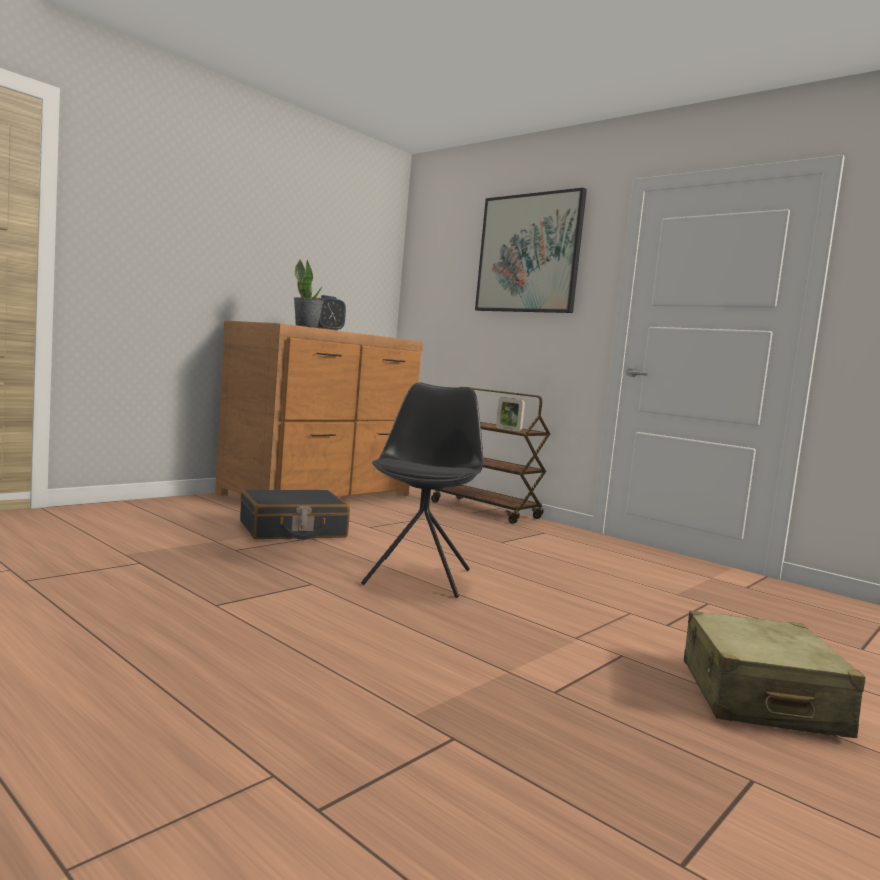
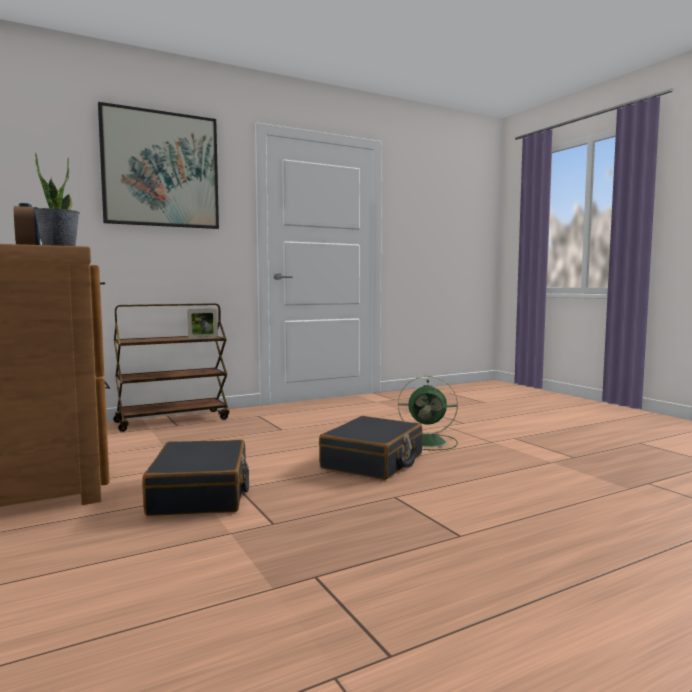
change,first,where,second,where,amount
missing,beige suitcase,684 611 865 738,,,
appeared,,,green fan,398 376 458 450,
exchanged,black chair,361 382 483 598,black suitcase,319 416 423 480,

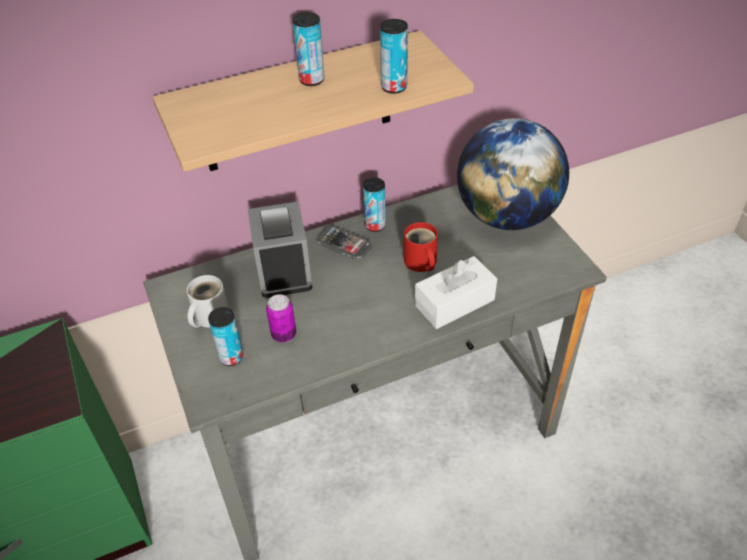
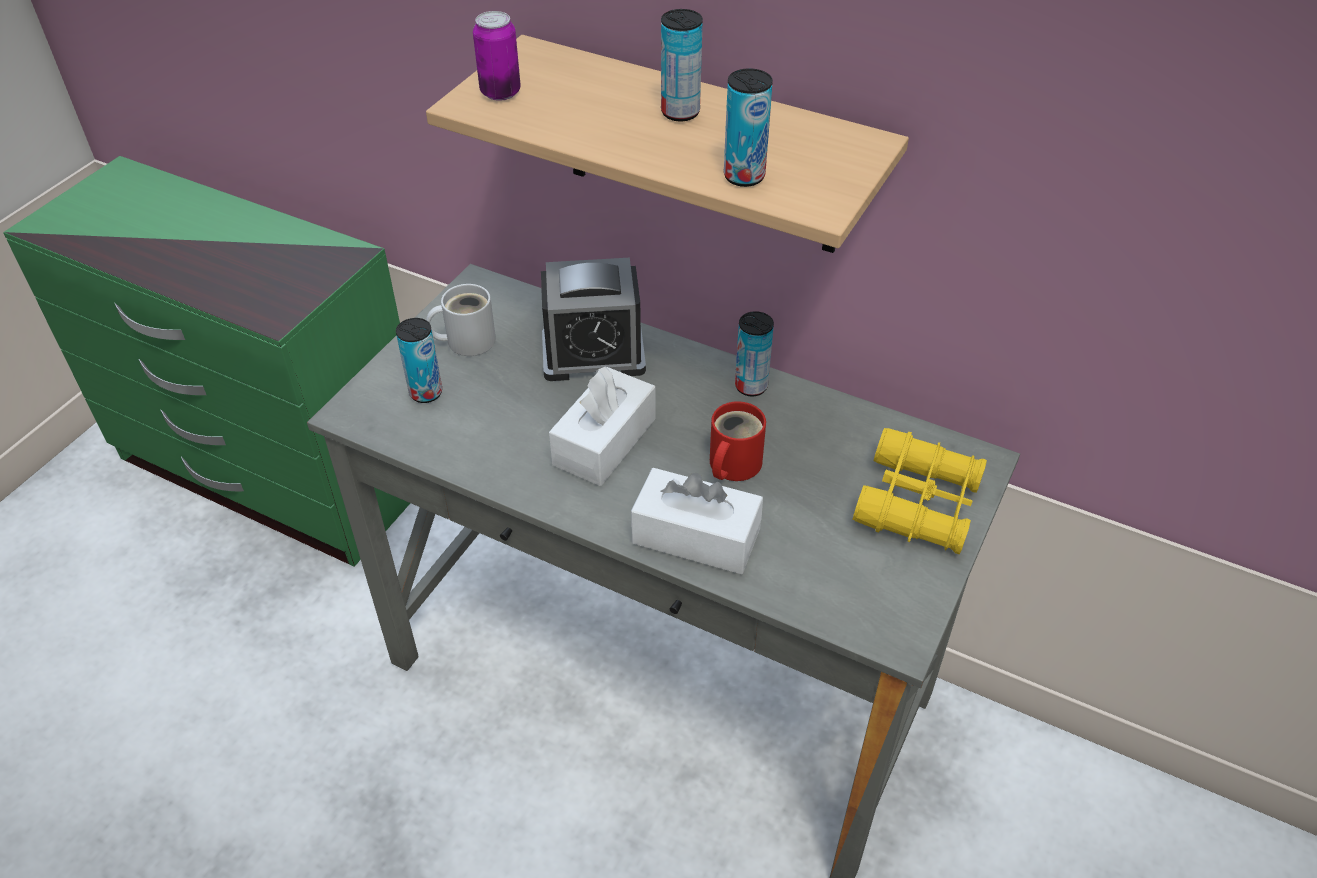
change,first,where,second,where,amount
missing,phone,317 226 372 260,,,
appeared,,,white tissue box,549 366 656 486,
relocated,can,266 295 296 342,,473 11 521 101,
exchanged,globe,457 118 569 230,yellow binoculars,852 428 987 554,
spun,alarm clock,248 202 312 298,,541 258 646 381,135 degrees counterclockwise

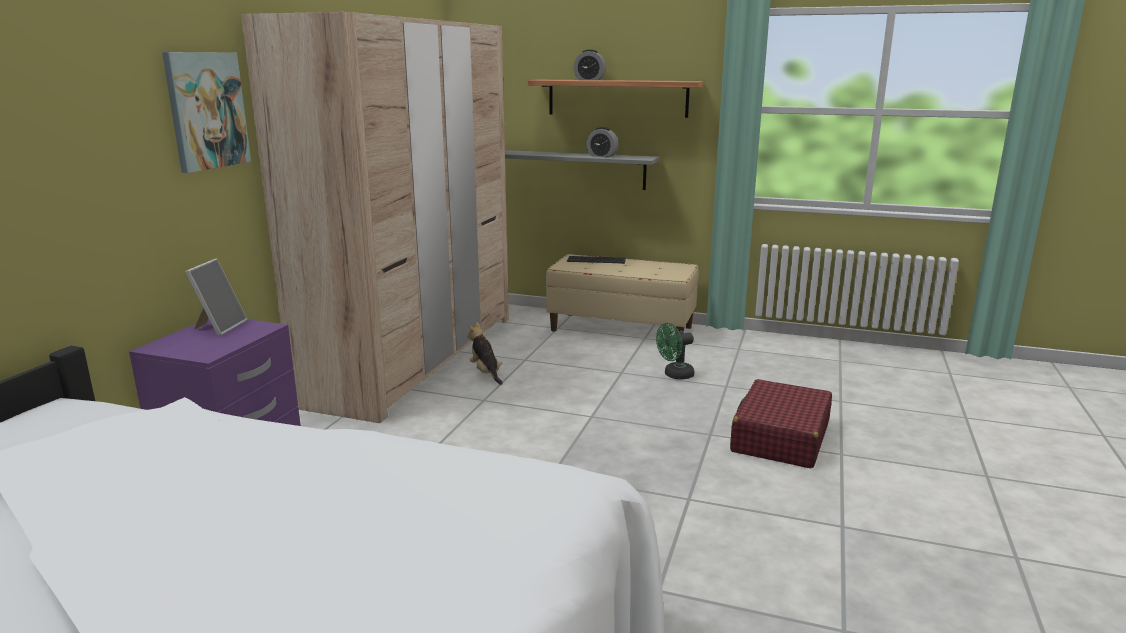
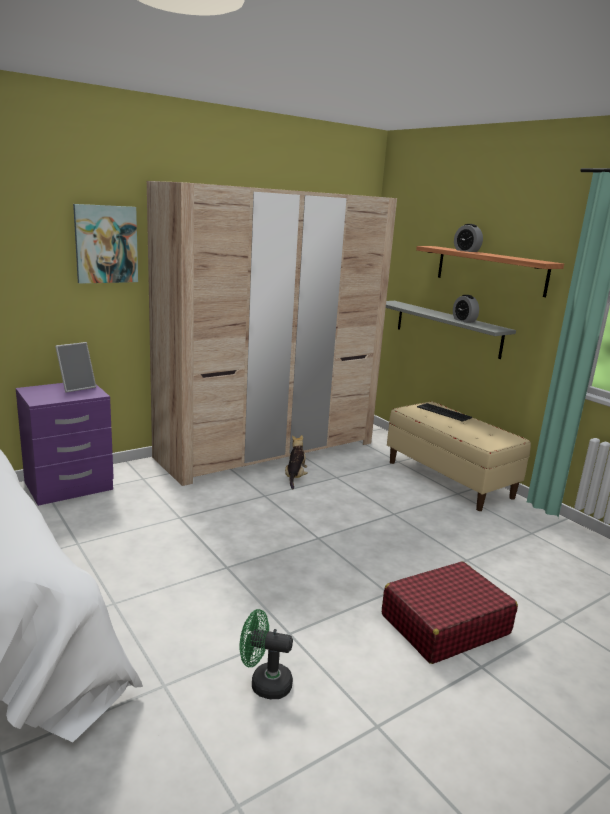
change,first,where,second,where,amount
relocated,green fan,656 323 695 380,,239 609 293 699,

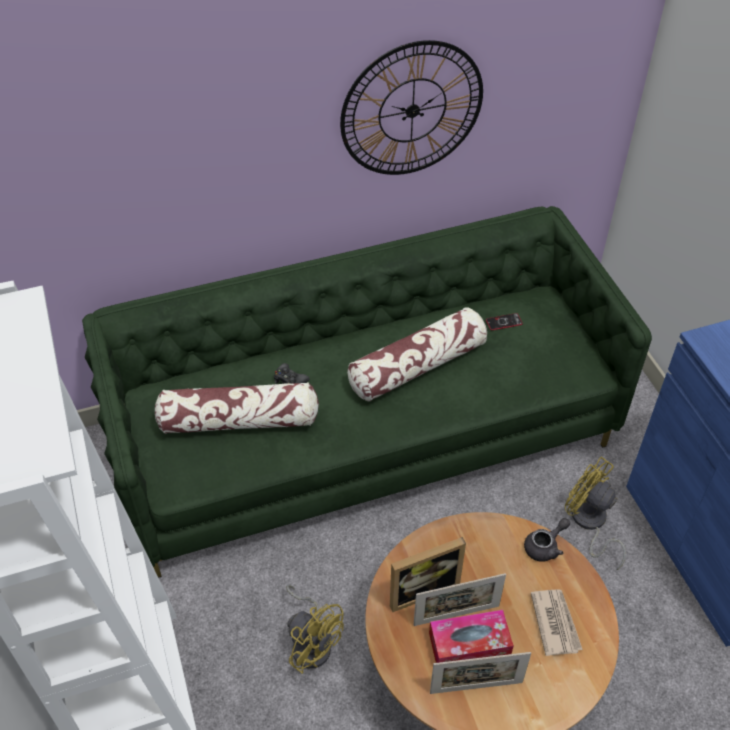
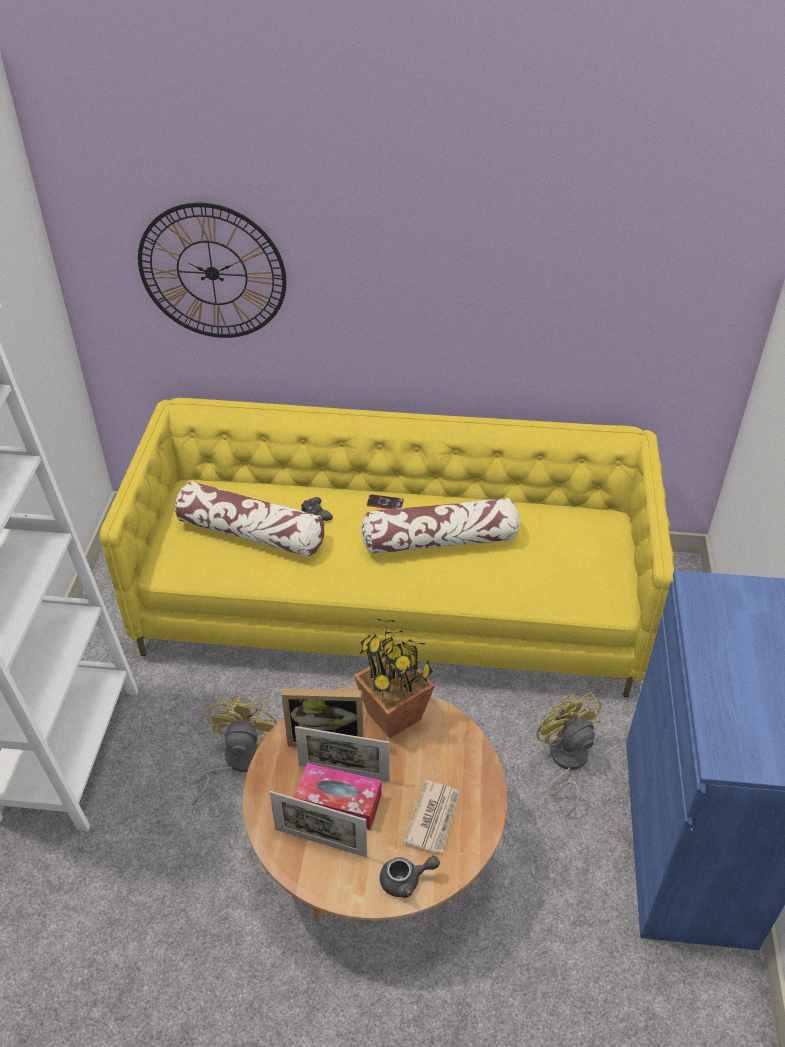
change,first,where,second,where,amount
appeared,,,potted plant,354 619 435 739,
relocated,wall clock,340 40 483 175,,138 203 286 338,
relocated,phone,486 313 523 330,,367 494 404 509,
relocated,grey teapot,524 518 570 562,,380 856 440 898,
colour,green sofa,82 206 652 578,yellow sofa,100 398 674 697,
spun,yellow fan,286 585 344 674,,192 695 277 806,150 degrees counterclockwise

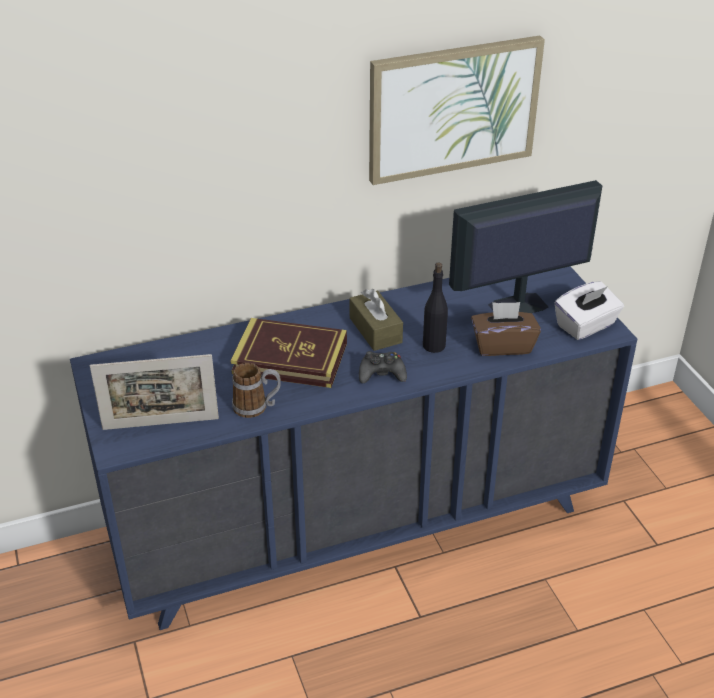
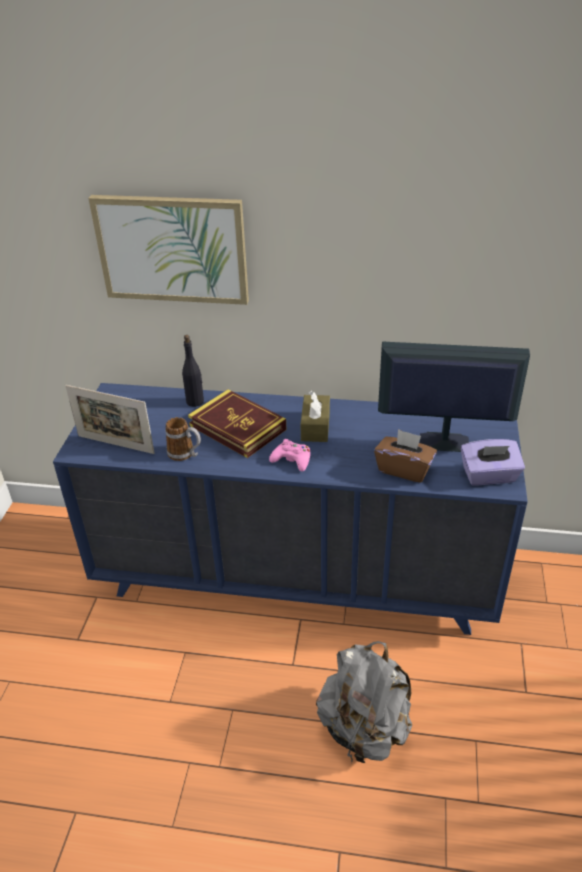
change,first,where,second,where,amount
appeared,,,grey backpack,316 641 412 763,
relocated,picture,369 36 545 185,,88 195 249 305,
relocated,black bottle,423 262 448 353,,182 335 204 407,
colour,black game controller,359 351 407 383,pink game controller,269 439 311 472,
colour,white tissue box,555 281 624 340,purple tissue box,461 439 525 485,

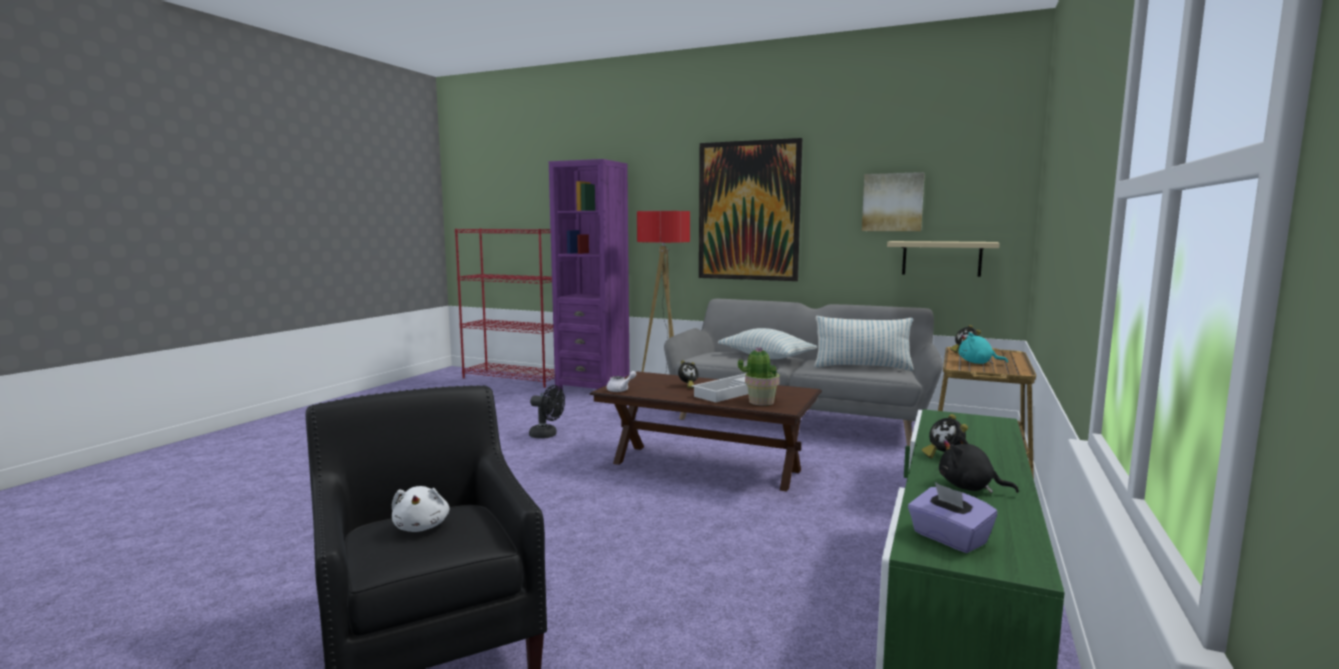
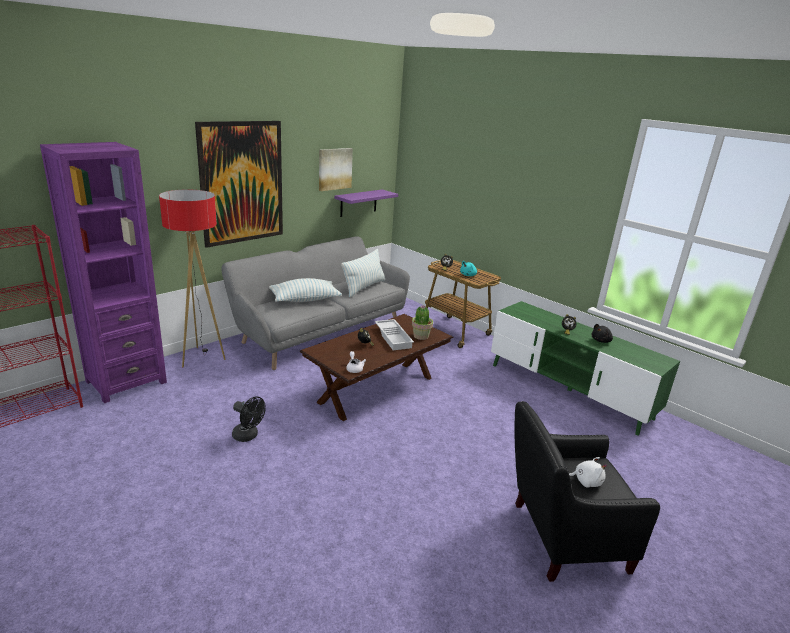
change,first,where,second,where,amount
missing,purple tissue box,908 482 998 553,,,
colour,beige shelf,887 241 1000 277,purple shelf,334 190 398 217,
spun,black fan,529 385 565 439,,232 397 266 442,75 degrees clockwise

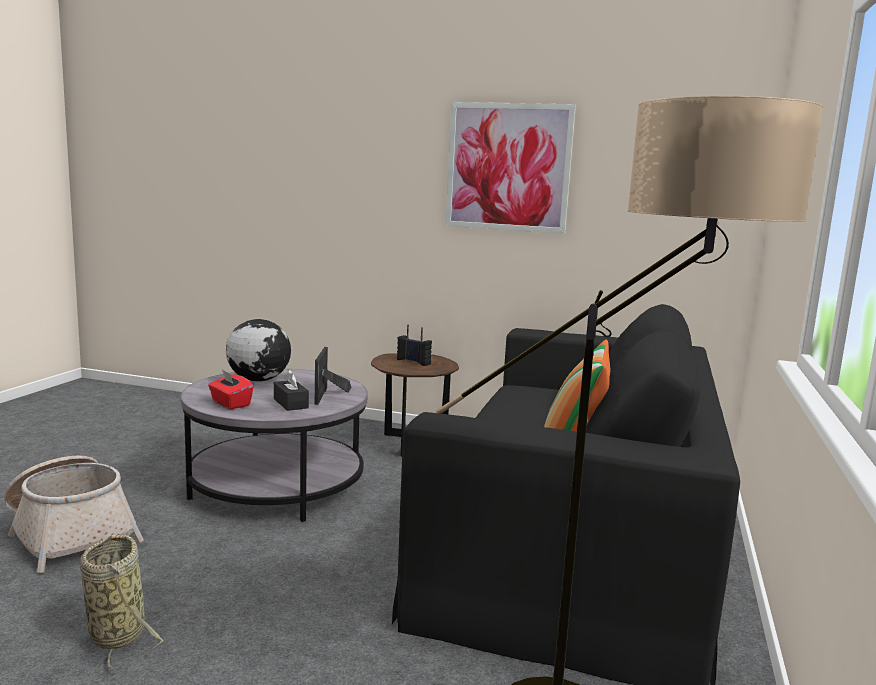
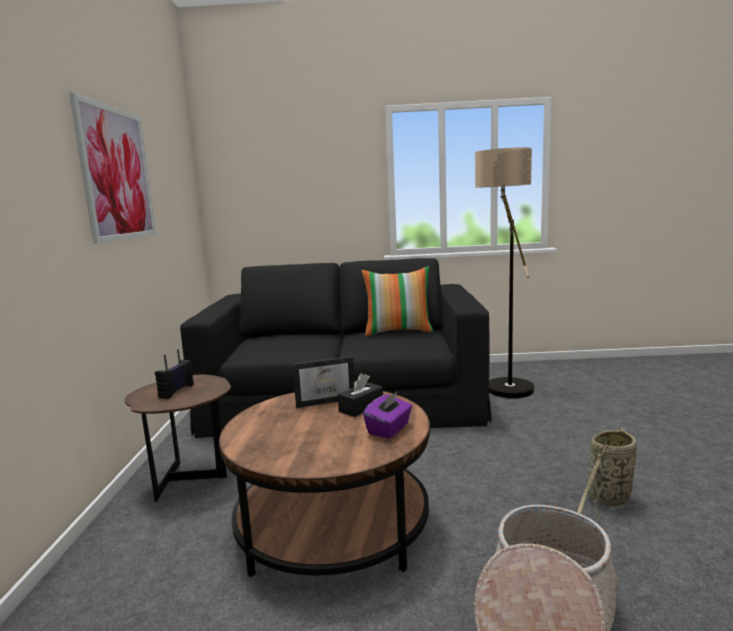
change,first,where,second,where,amount
missing,globe,226 319 291 381,,,
colour,grey coffee table,181 369 368 522,brown coffee table,219 391 430 577,
colour,red tissue box,208 369 254 409,purple tissue box,363 391 412 439,

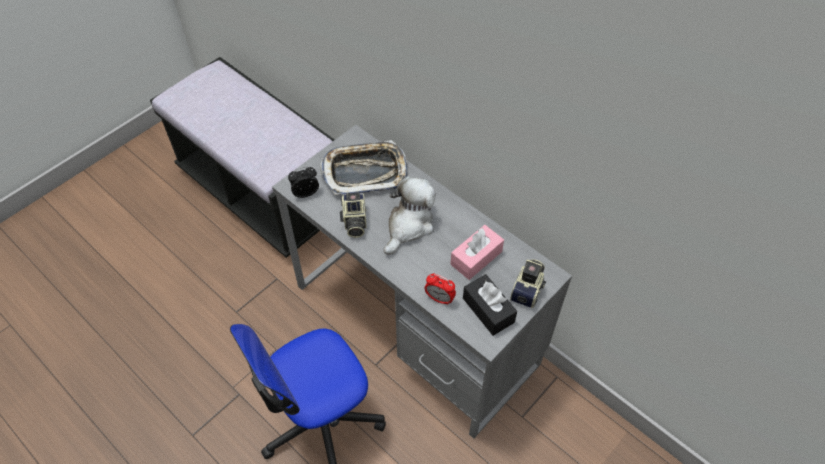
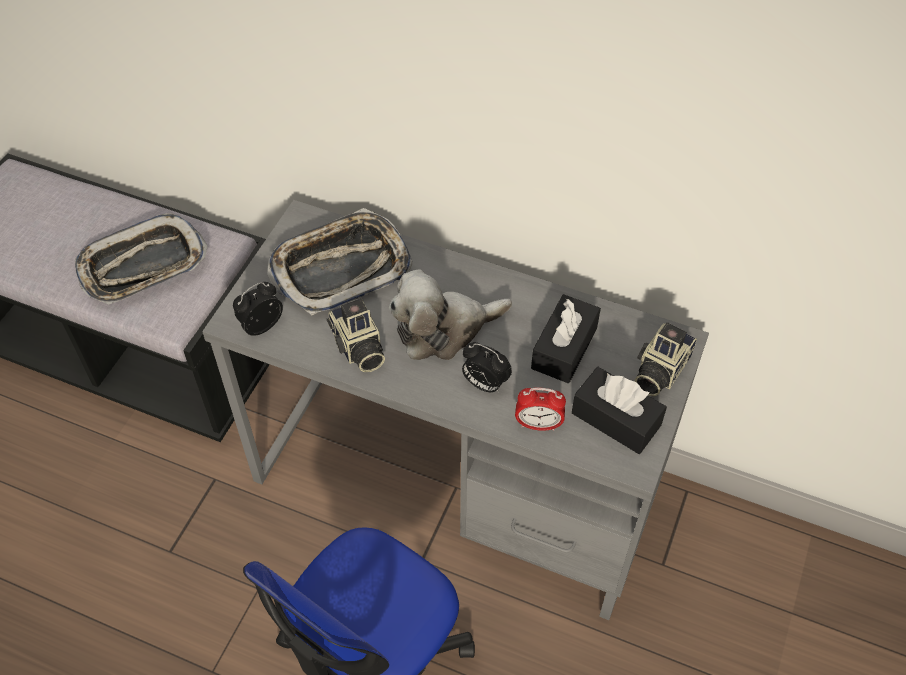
change,first,where,second,where,amount
appeared,,,tray,75 213 207 304,
appeared,,,alarm clock,462 342 512 393,
colour,pink tissue box,450 225 504 280,black tissue box,531 294 601 383,
spun,plush toy,384 176 436 255,,389 269 512 360,120 degrees counterclockwise
spun,photo camera,510 259 546 308,,635 322 697 396,150 degrees counterclockwise

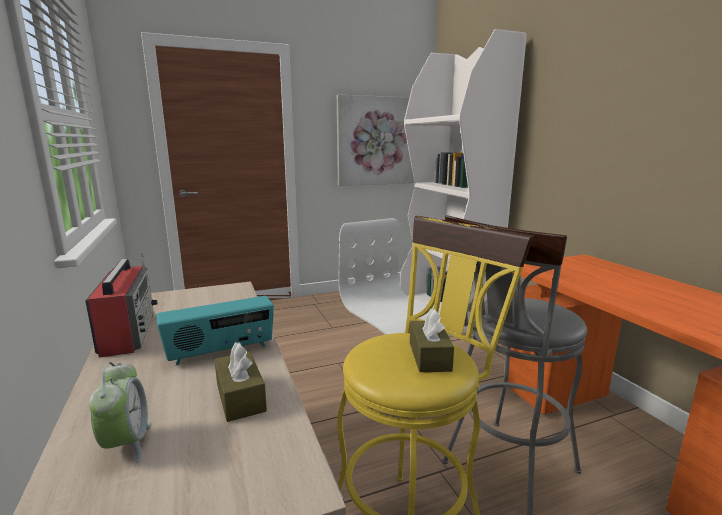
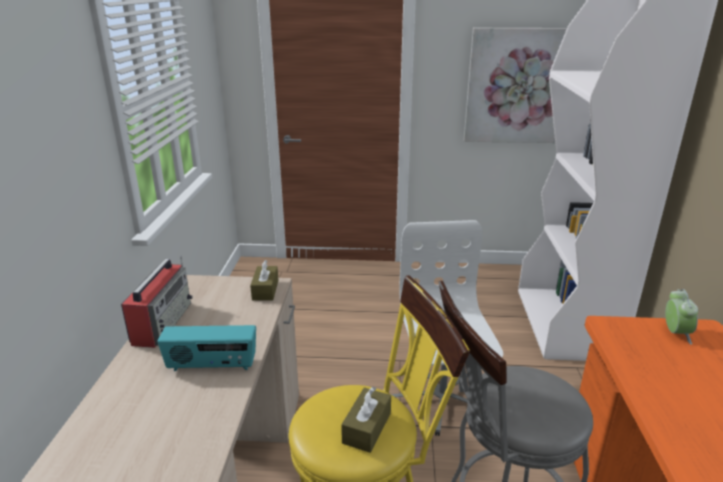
change,first,where,second,where,amount
relocated,alarm clock,89 362 152 463,,665 289 698 345,
relocated,brown tissue box,214 342 267 422,,250 260 278 301,

